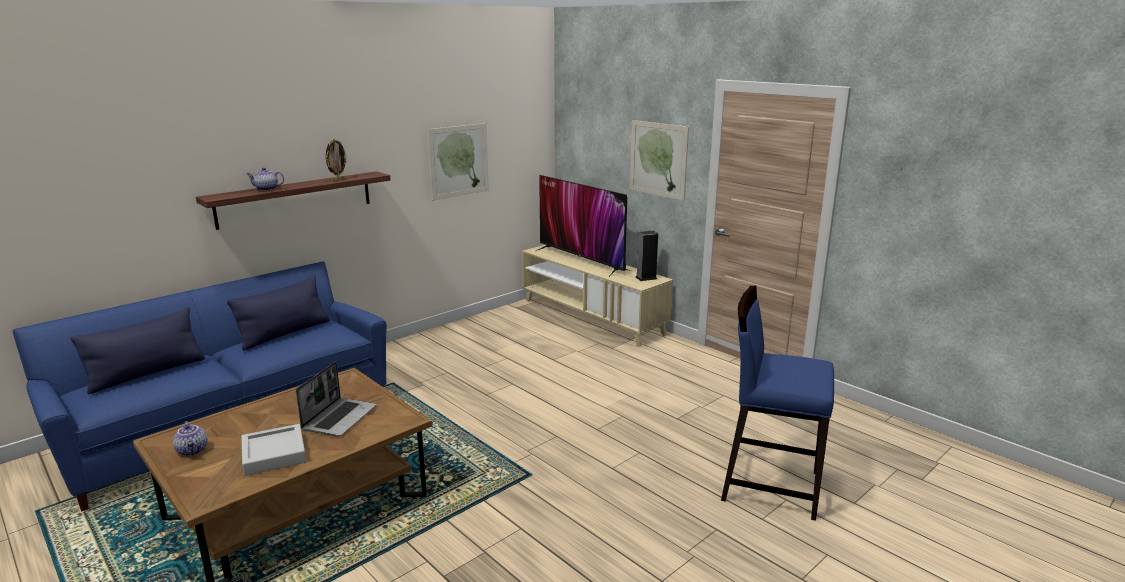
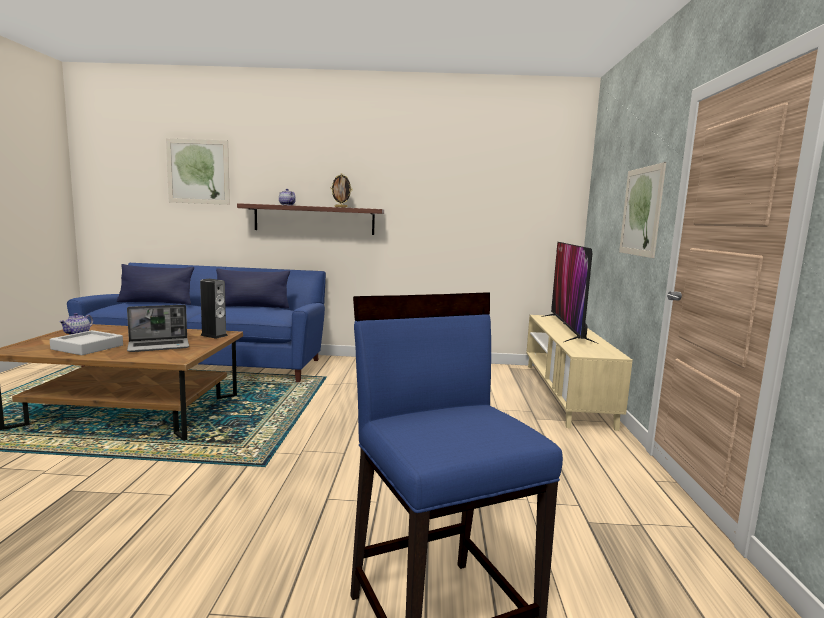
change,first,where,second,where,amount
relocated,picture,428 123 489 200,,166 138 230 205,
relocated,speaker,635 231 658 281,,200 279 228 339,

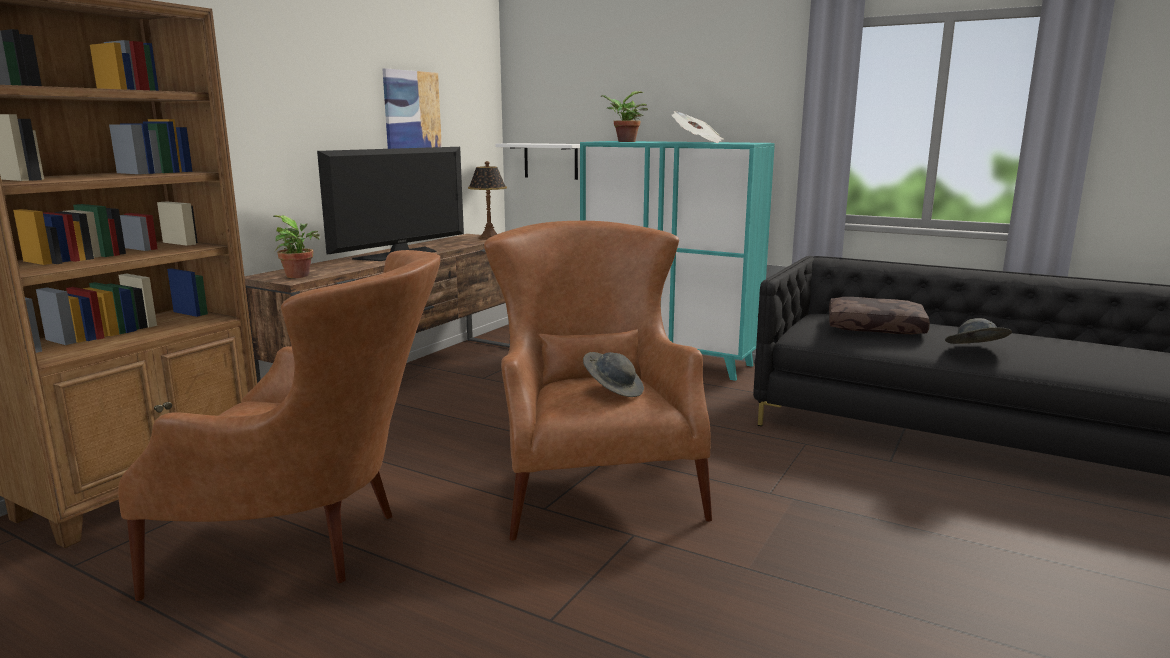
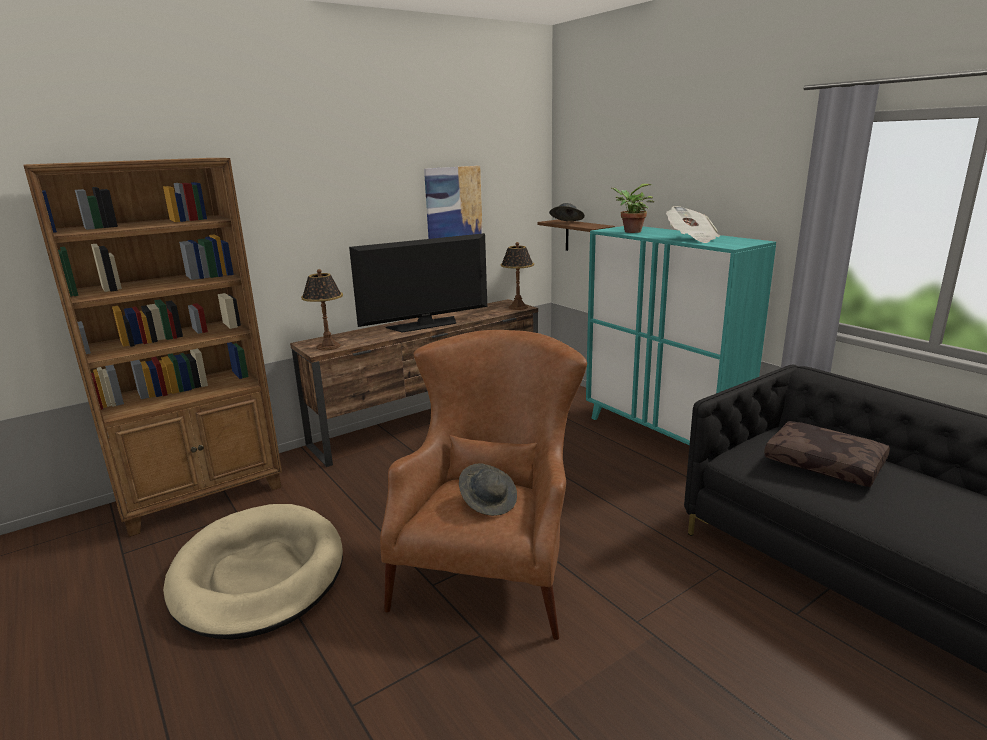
change,first,where,second,where,amount
relocated,grey hat,945 318 1012 344,,549 203 585 221,
exchanged,brown armchair,118 250 441 601,beige dog bed,163 504 343 640,
exchanged,potted plant,273 215 320 278,table lamp,301 269 343 350,
colour,white shelf,496 143 580 180,brown shelf,537 219 615 251,

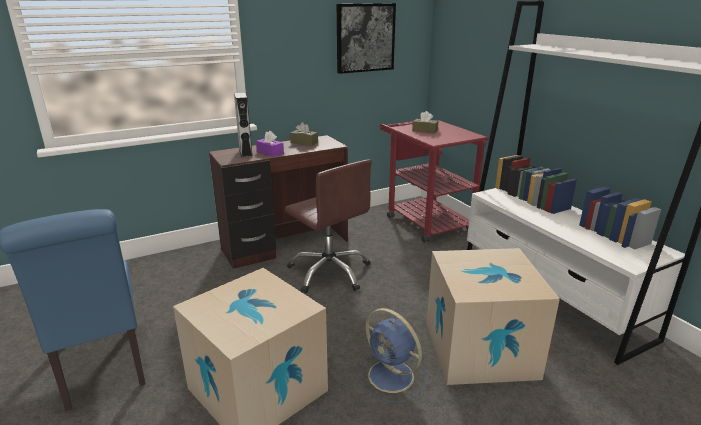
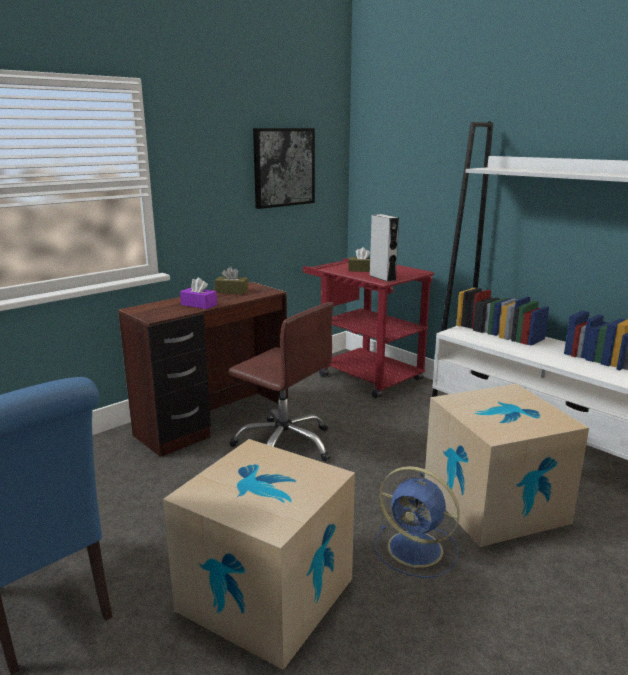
change,first,where,second,where,amount
relocated,grey speaker,234 92 252 157,,370 214 399 282,

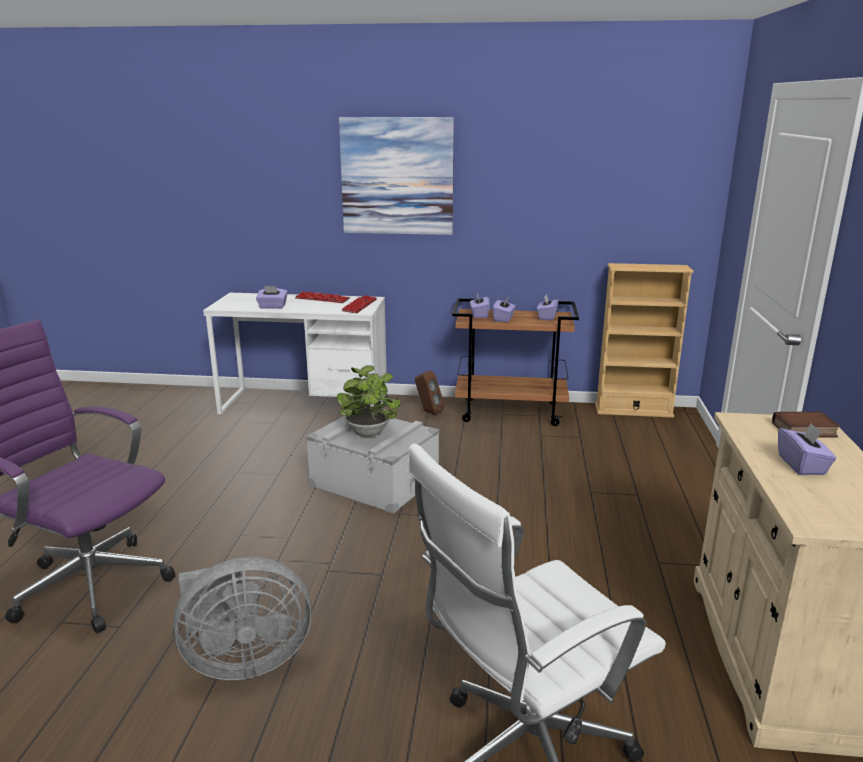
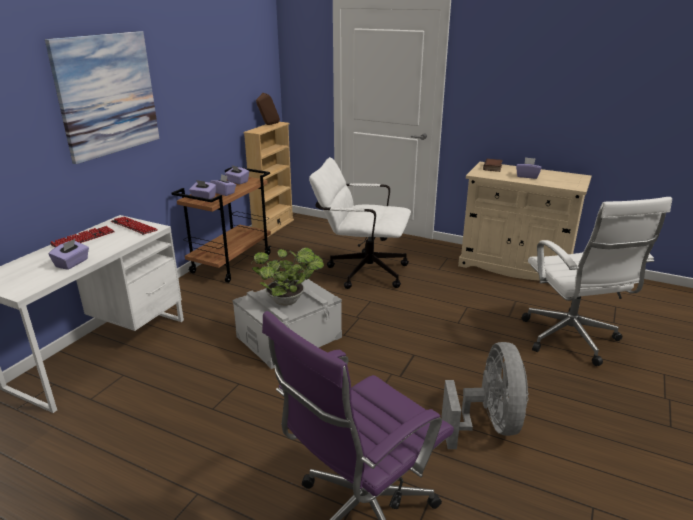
change,first,where,second,where,amount
appeared,,,white office chair,309 157 411 289,
relocated,brown speaker,415 371 445 415,,256 93 280 125,

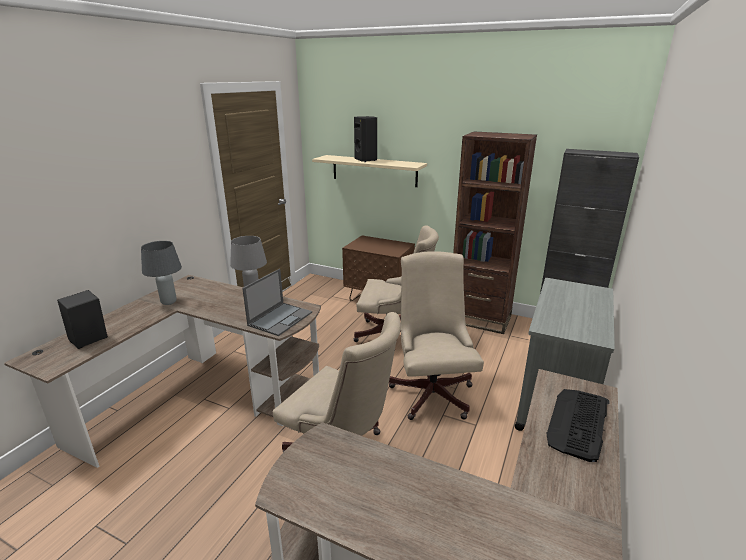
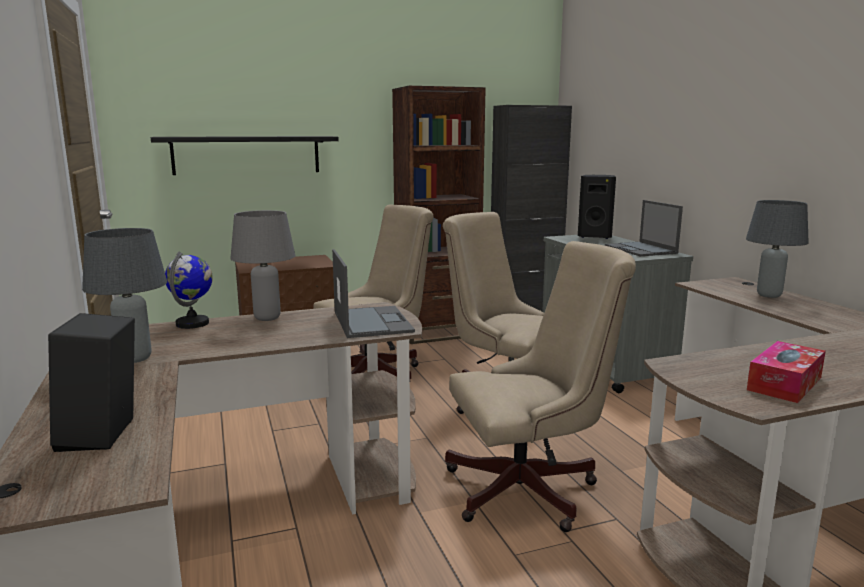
change,first,where,second,where,amount
appeared,,,globe,165 252 213 329,
appeared,,,laptop,605 200 683 256,
appeared,,,tissue box,747 341 826 403,
relocated,black speaker,354 116 377 162,,578 175 616 239,
exchanged,keyboard,546 389 607 462,grey table lamp,746 200 809 298,
colour,beige shelf,312 155 427 187,black shelf,151 136 339 175,

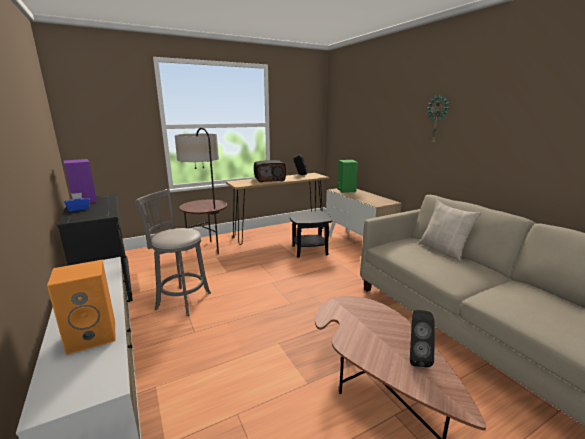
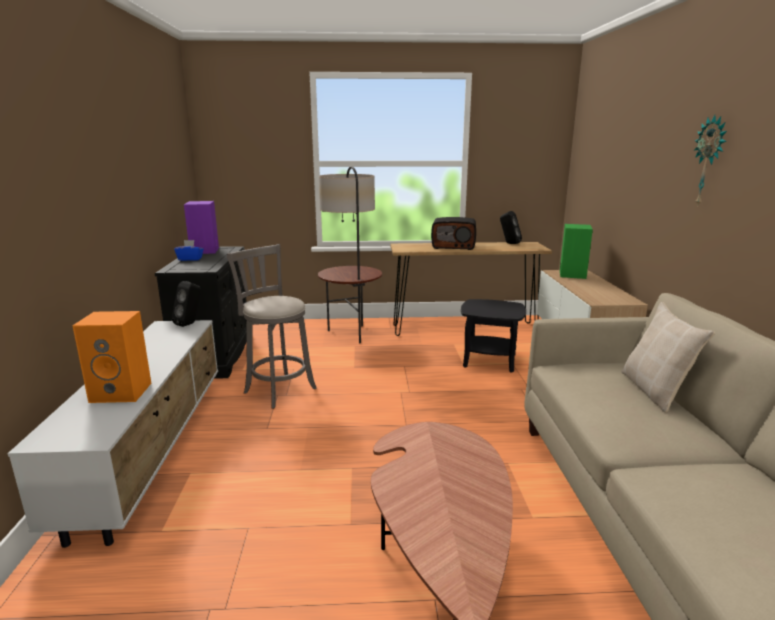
change,first,where,second,where,amount
relocated,black speaker,410 310 435 367,,172 281 201 327,

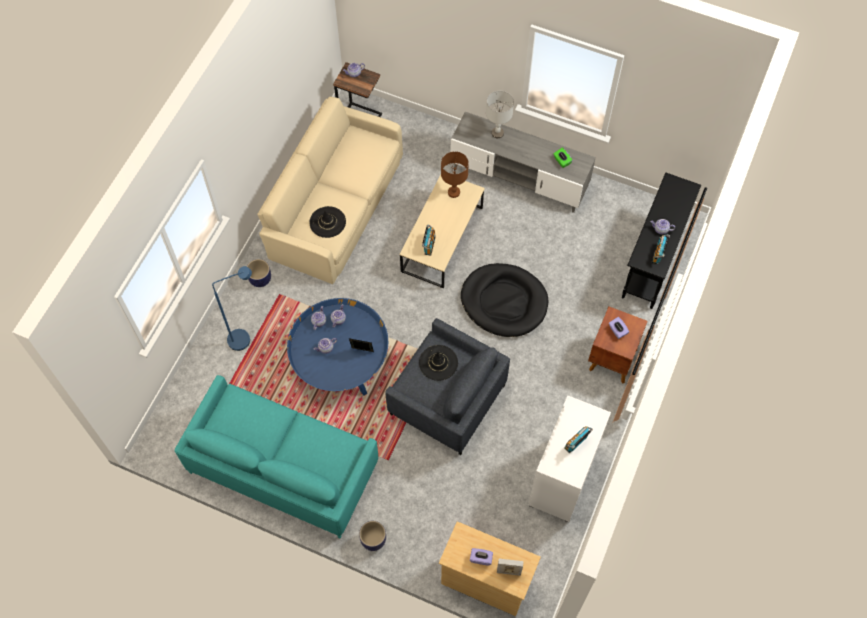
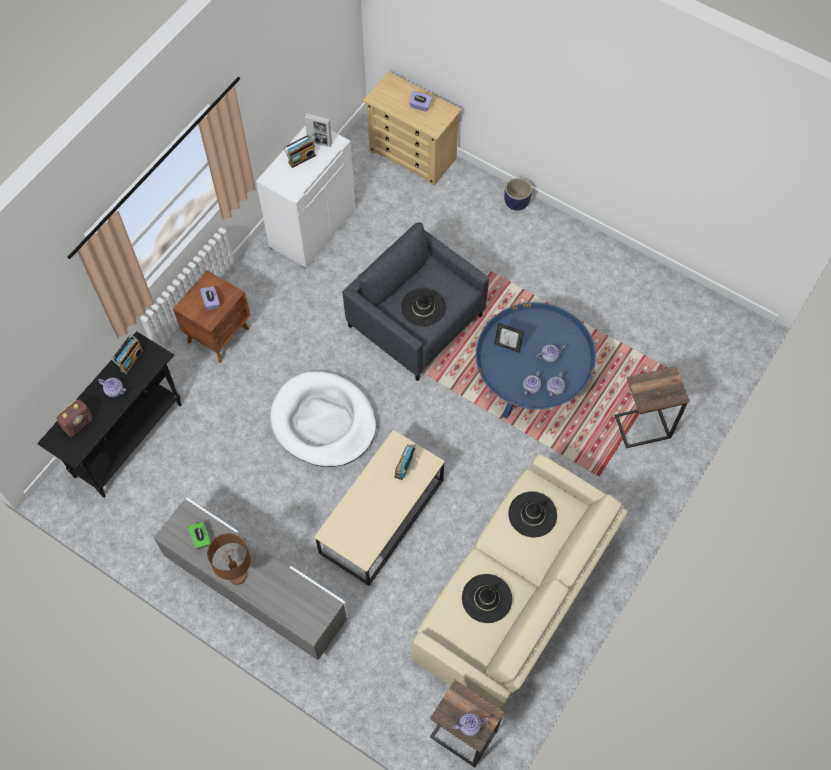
change,first,where,second,where,amount
missing,turquoise sofa,175 375 378 539,,,
missing,planter,247 259 271 287,,,
missing,grey table lamp,486 91 514 138,,,
appeared,,,radio,57 399 93 436,
appeared,,,black hat,462 574 512 623,
relocated,brown table lamp,441 151 469 198,,207 533 251 585,
relocated,picture frame,497 558 523 576,,305 113 332 147,
exchanged,blue floor lamp,212 266 252 351,side table,615 366 690 448,
colour,black dog bed,461 263 548 337,white dog bed,270 371 376 467,

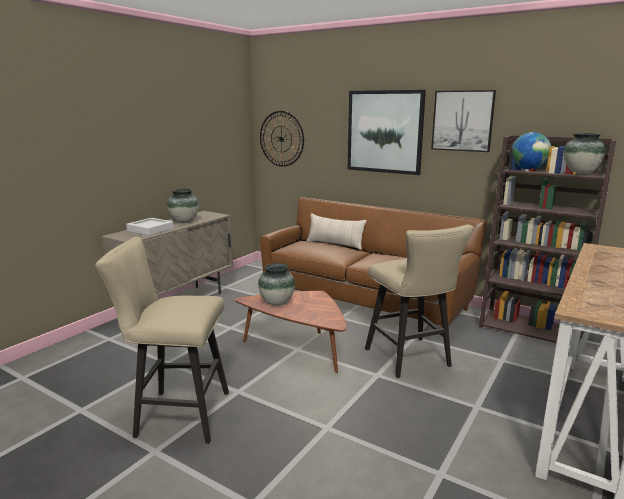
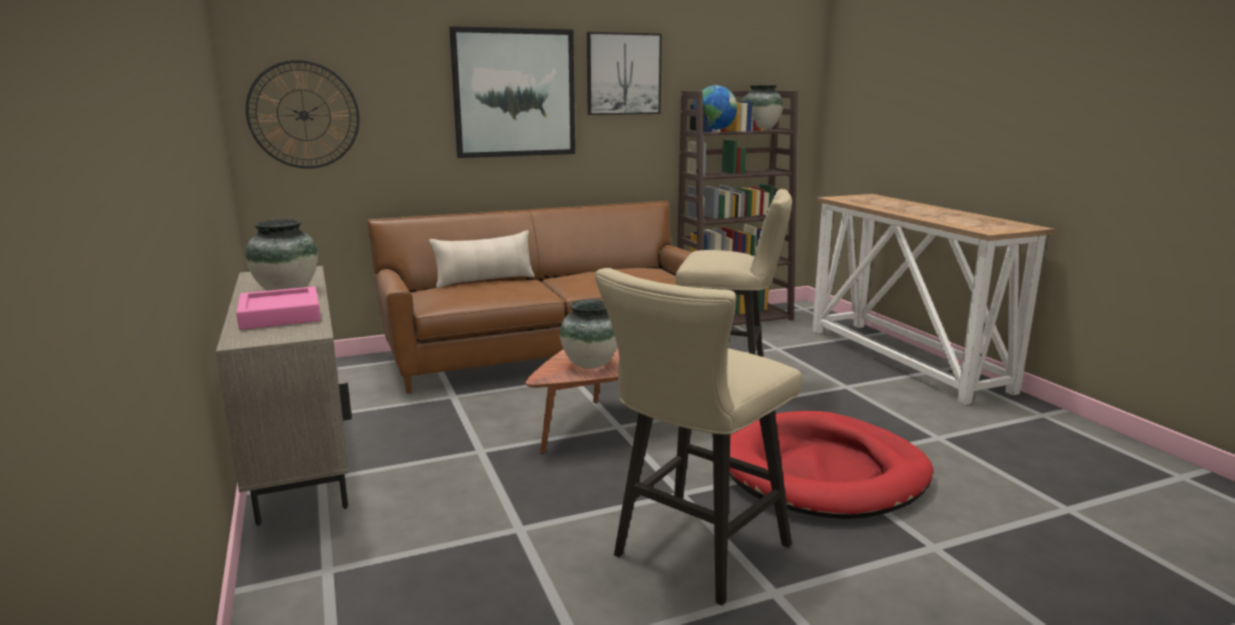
change,first,where,second,where,amount
appeared,,,red dog bed,729 411 933 519,
colour,grey tray,126 218 174 236,pink tray,236 286 321 330,

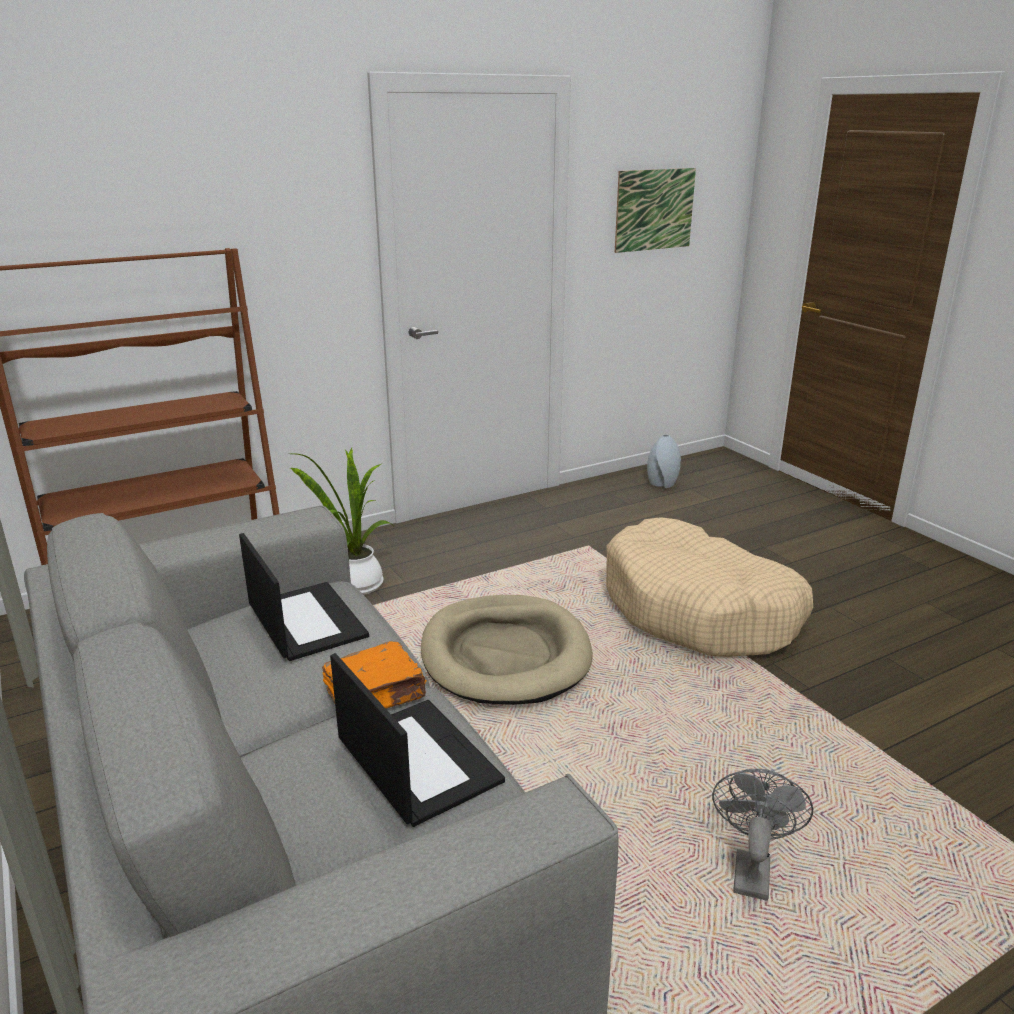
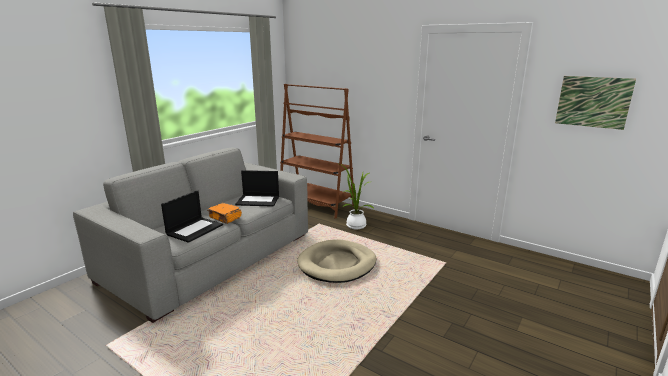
change,first,where,second,where,amount
missing,beige dog bed,606 518 813 657,,,
missing,grey vase,647 435 681 488,,,
missing,grey fan,712 769 813 901,,,
spun,laptop,239 533 369 661,,235 170 279 207,60 degrees clockwise

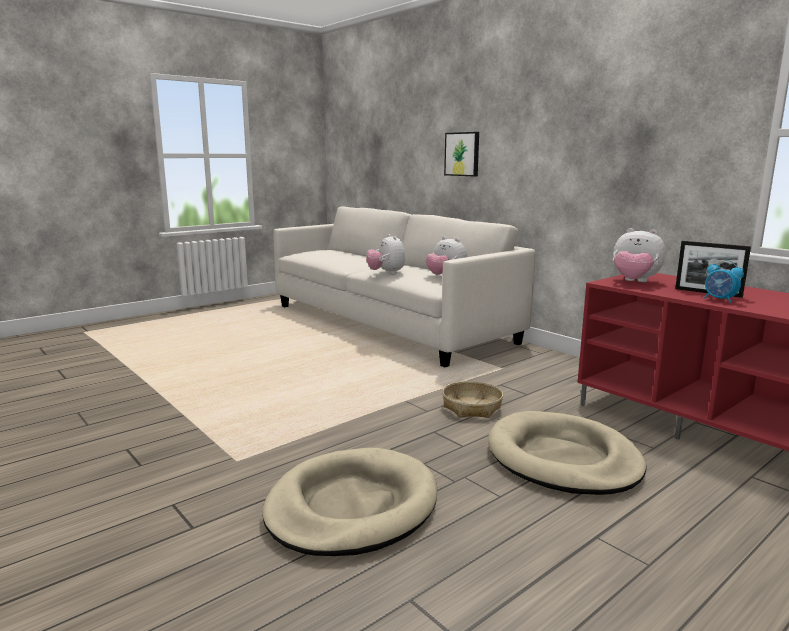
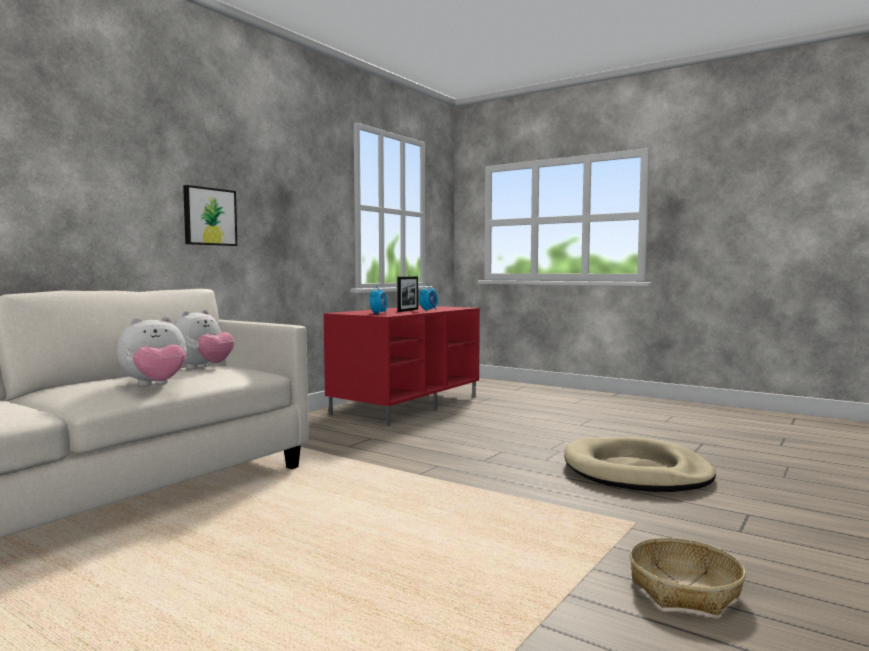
change,first,where,second,where,amount
missing,beige dog bed,488 411 647 495,,,
relocated,basket,442 381 503 418,,630 538 746 615,
relocated,picture,444 132 479 176,,183 185 237 246,
exchanged,plush toy,613 228 666 282,alarm clock,370 286 388 314,

